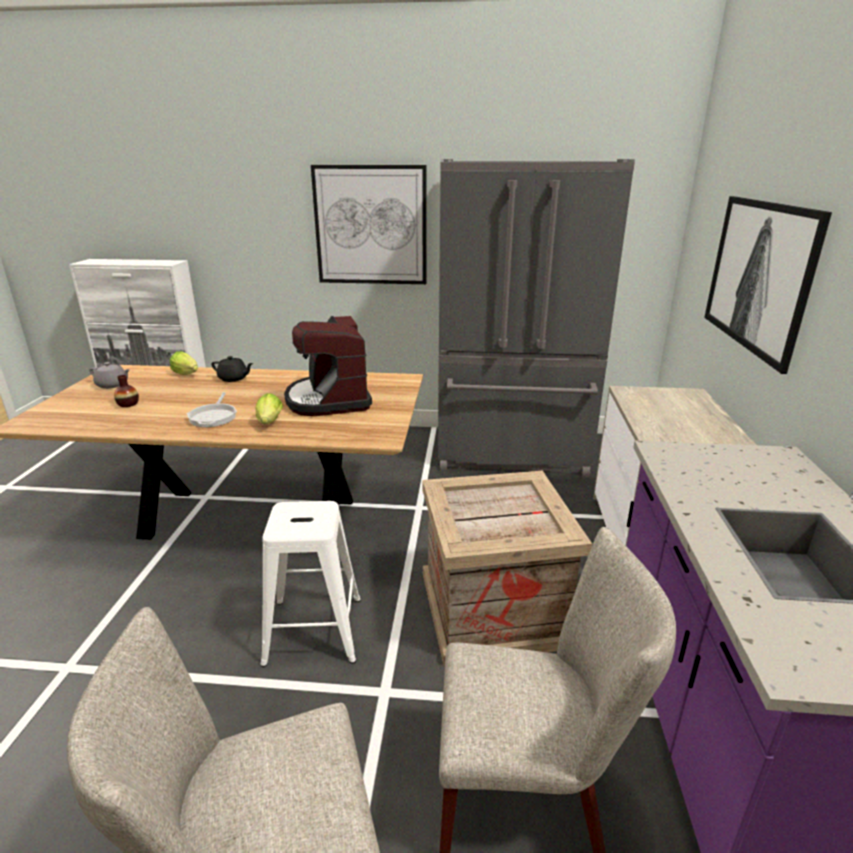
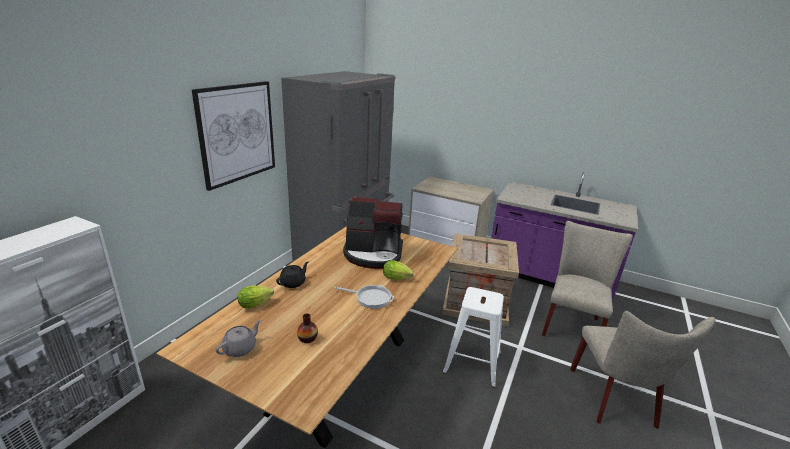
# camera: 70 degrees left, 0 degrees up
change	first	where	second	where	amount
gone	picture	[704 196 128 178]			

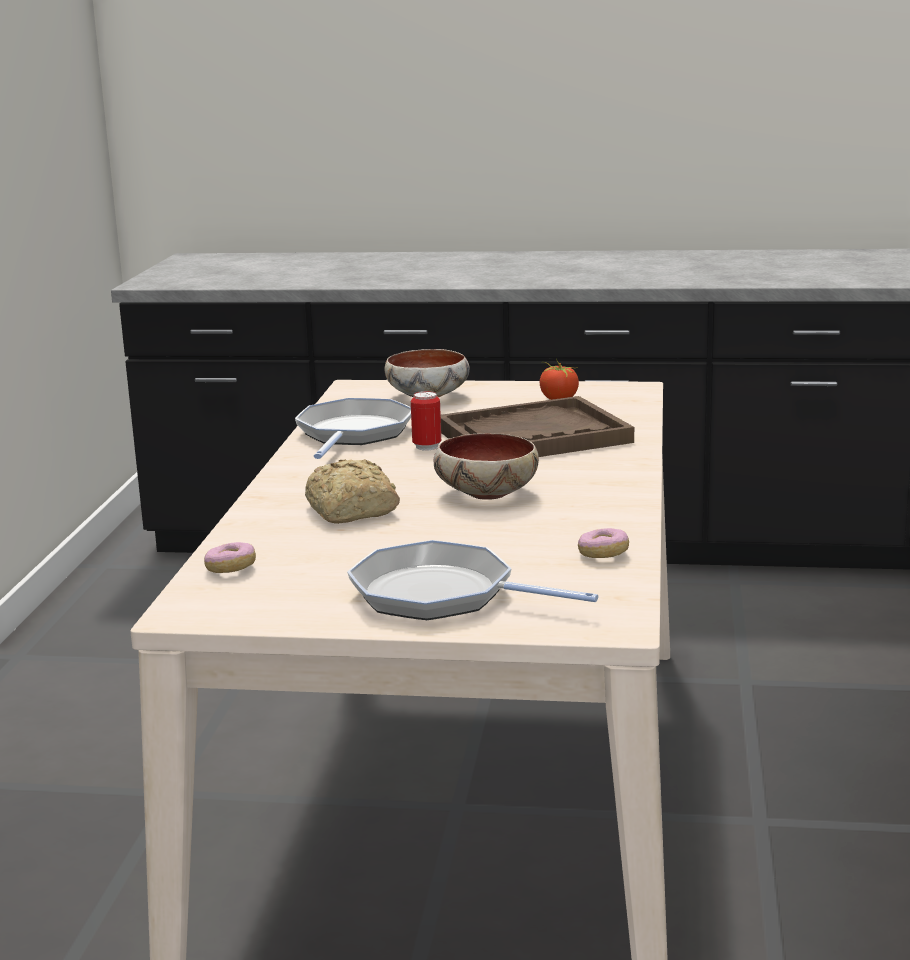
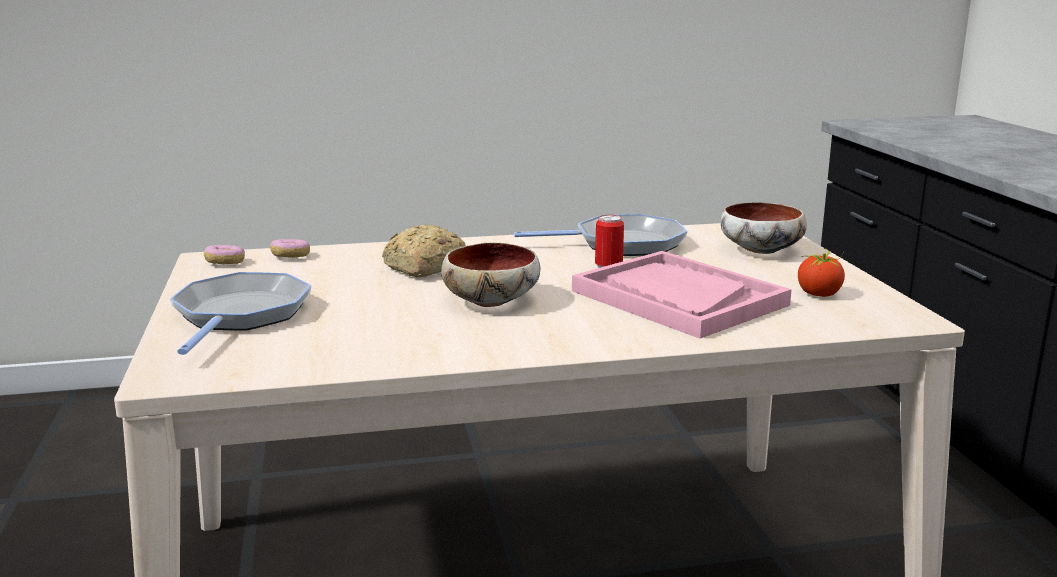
# camera: 70 degrees right, 0 degrees up
change	first	where	second	where	amount
shifted	donut	[578 528 51 30]		[204 245 41 20]	
repainted	tray (brown)	[441 396 193 61]	tray (pink)	[572 251 220 88]	

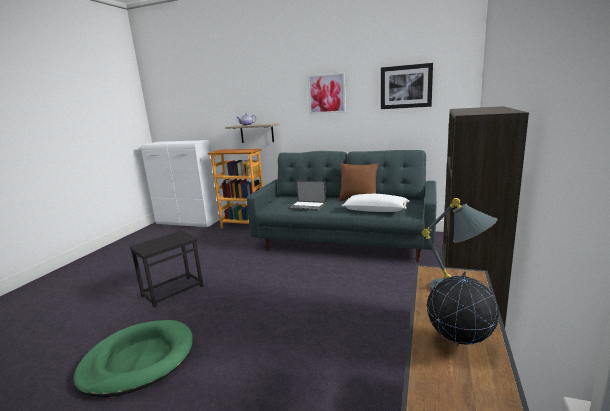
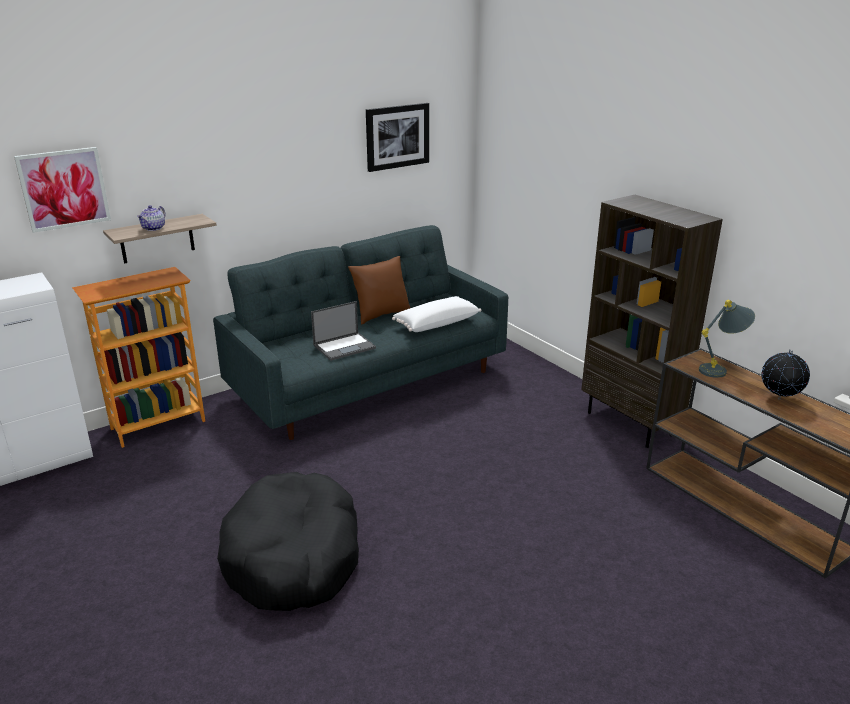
# camera: 55 degrees left, 10 degrees up
change	first	where	second	where	amount
shifted	picture	[307 72 39 42]		[14 147 97 86]	
swapped	side table (black)	[130 231 74 77]	dog bed (black)	[217 472 142 139]	
gone	dog bed (green)	[73 320 120 77]			

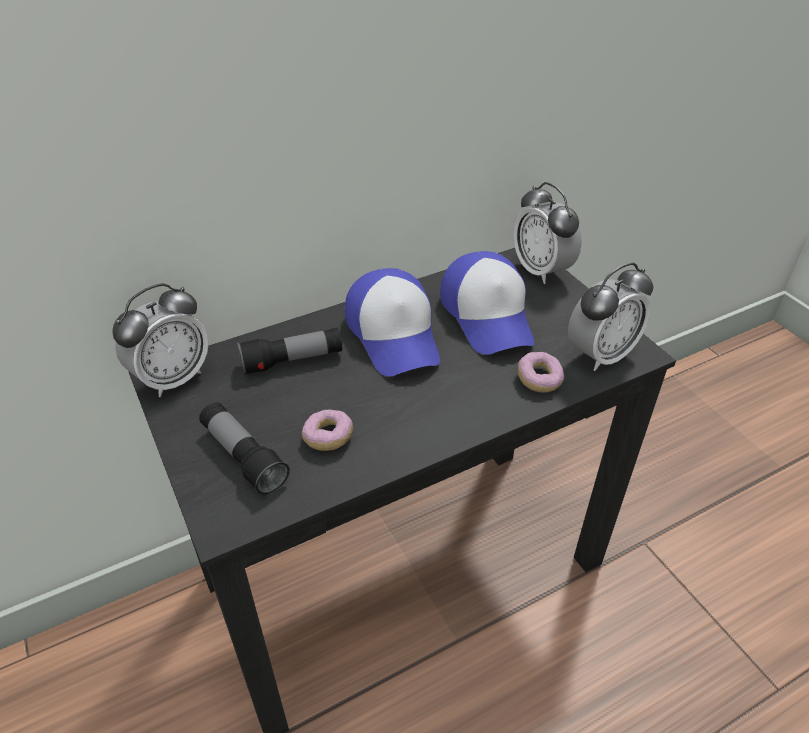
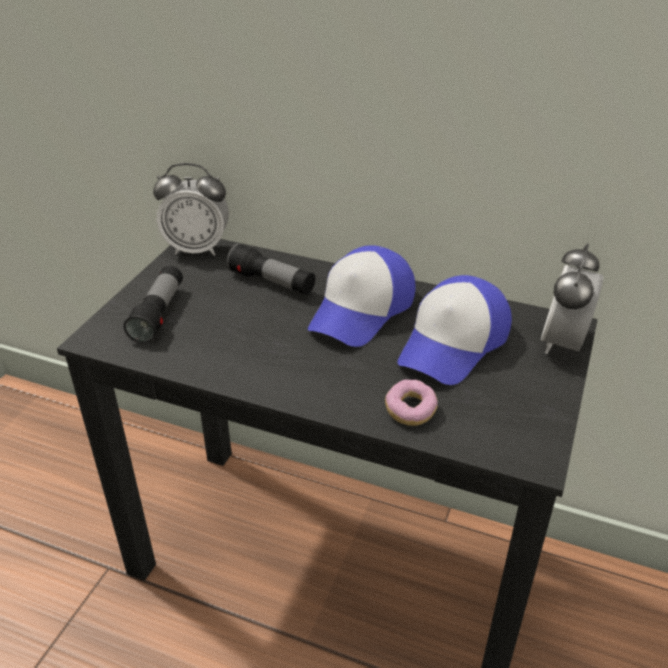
# camera: 50 degrees right, 5 degrees down
change	first	where	second	where	amount
gone	donut	[302 409 51 42]			
gone	alarm clock	[568 263 86 108]			

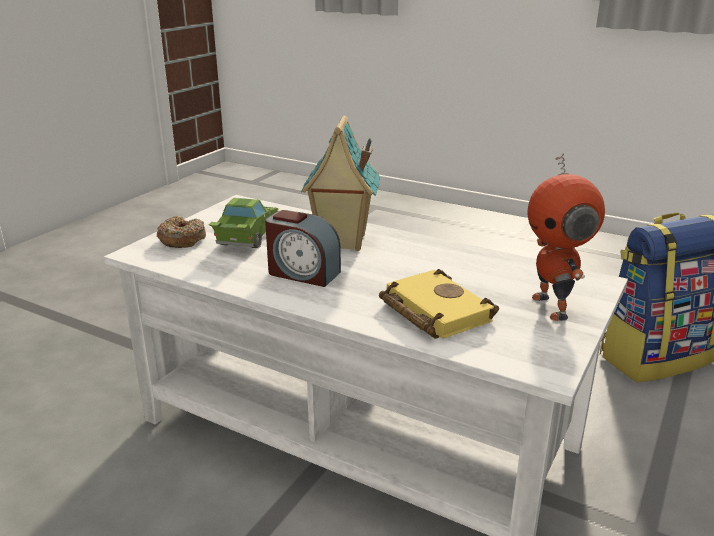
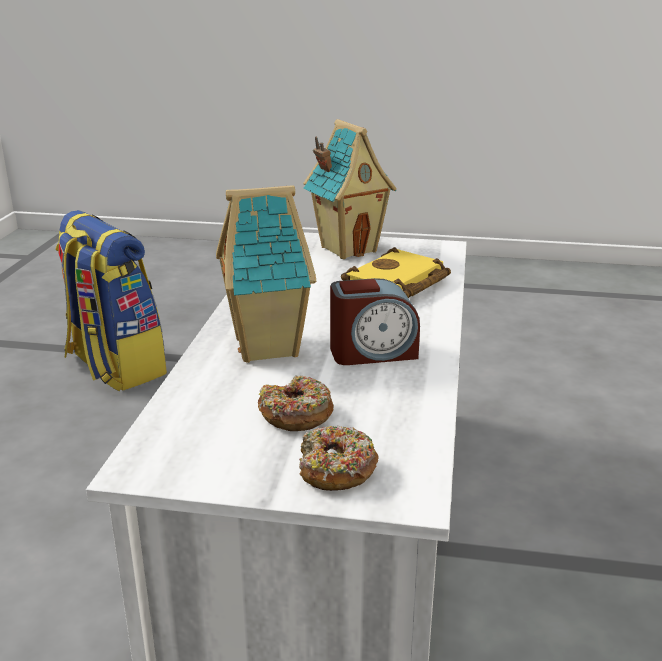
# camera: 110 degrees left, 0 degrees up
change	first	where	second	where	amount
swapped	toy car (green)	[209 198 70 50]	donut	[258 376 76 55]	
swapped	toy robot	[528 153 77 168]	toy house	[303 119 94 140]	
rotated	alarm clock	[265 210 76 77]		[330 278 90 87]	75 degrees clockwise

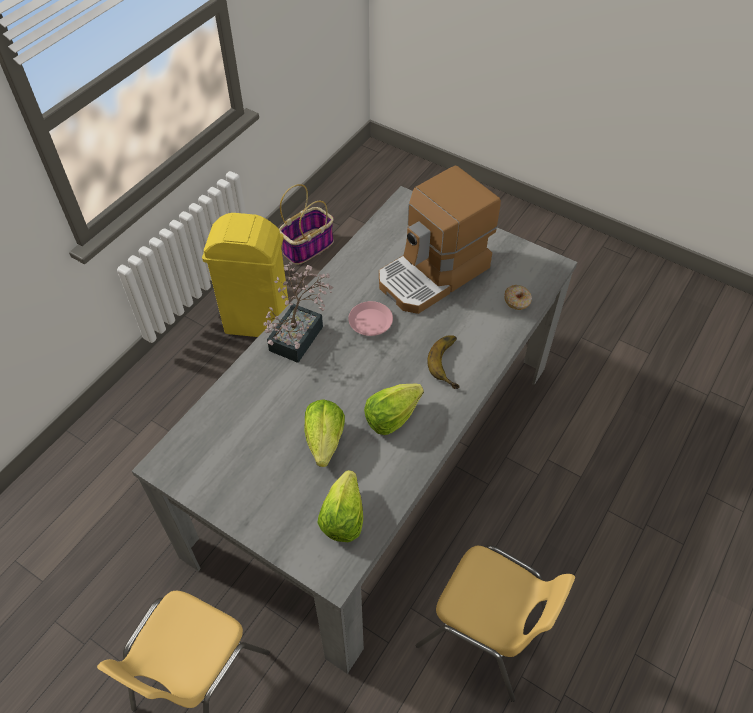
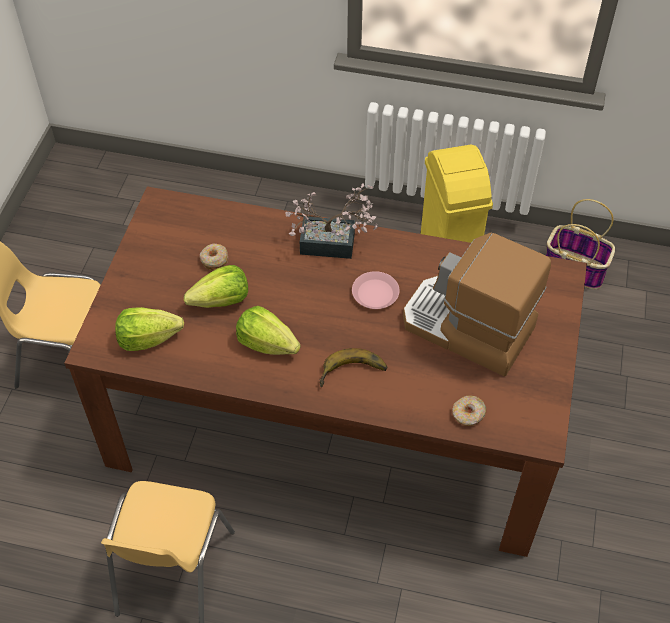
# camera: 70 degrees right, 0 degrees up
change	first	where	second	where	amount
repainted	dining table (grey)	[132 186 445 488]	dining table (brown)	[64 186 523 371]	
new			donut	[200 244 28 26]	

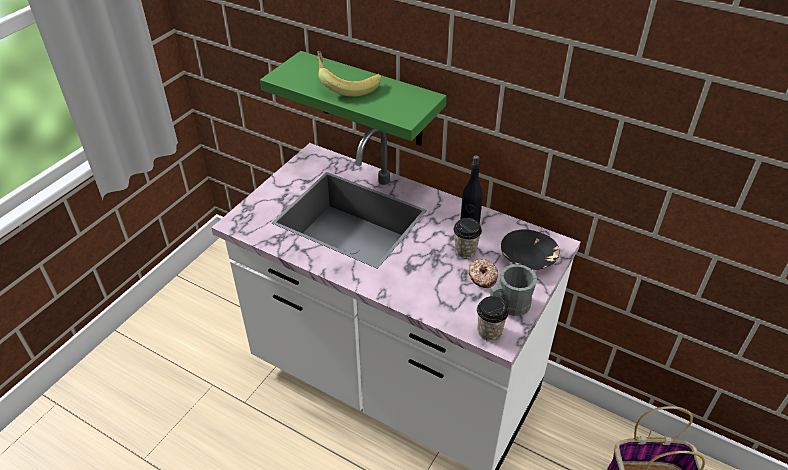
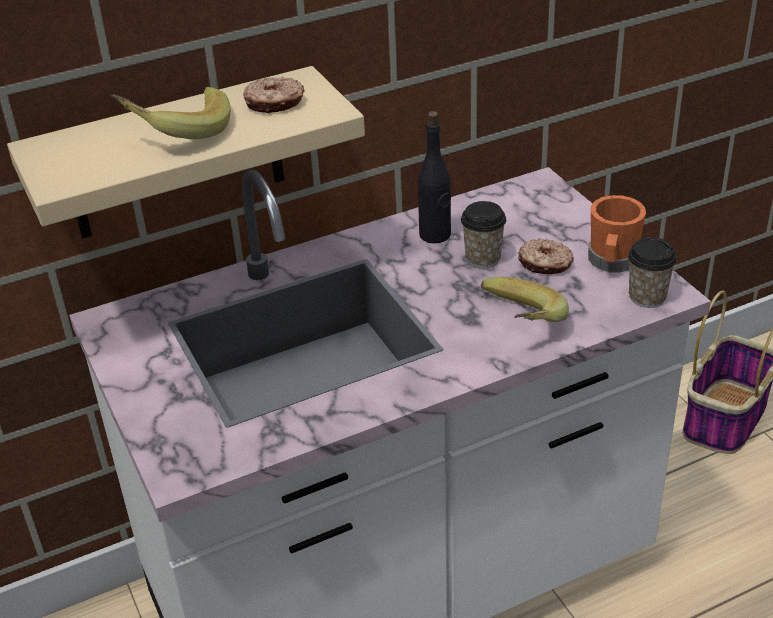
# camera: 55 degrees left, 5 degrees down
change	first	where	second	where	amount
repainted	shelf (green)	[260 51 187 95]	shelf (beige)	[7 66 358 173]	
new			donut	[243 77 62 36]	
new			banana	[481 277 88 45]	
repainted	mug (grey)	[490 264 47 52]	mug (orange)	[588 195 58 78]	
gone	bowl (black)	[501 229 58 41]			

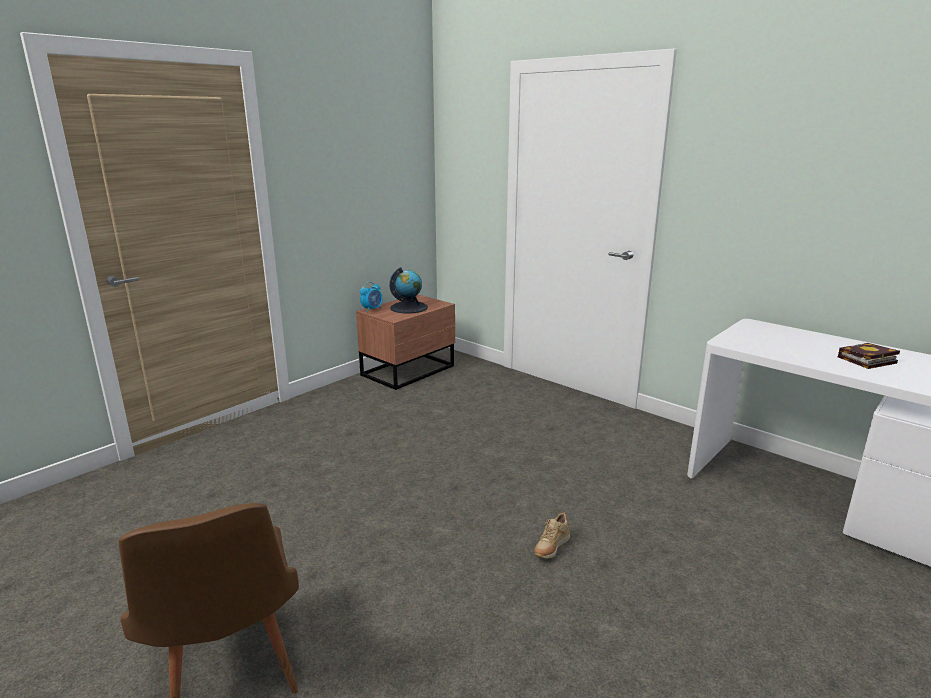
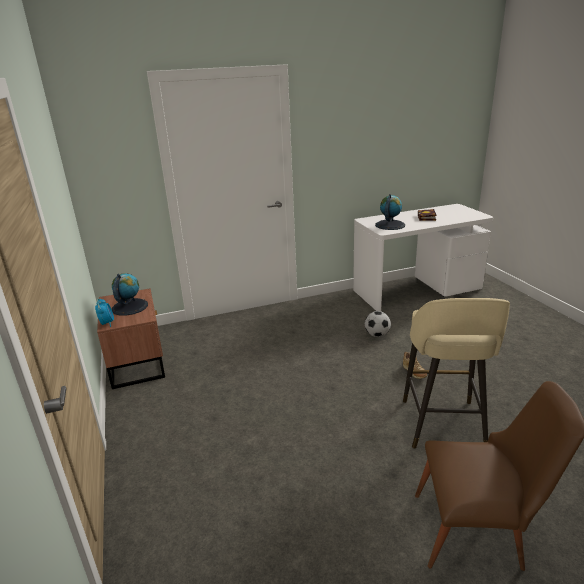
# camera: 60 degrees left, 5 degrees up
change	first	where	second	where	amount
new			football	[365 311 26 26]	
new			globe	[375 194 30 36]	
new			stool (beige)	[403 298 107 150]	

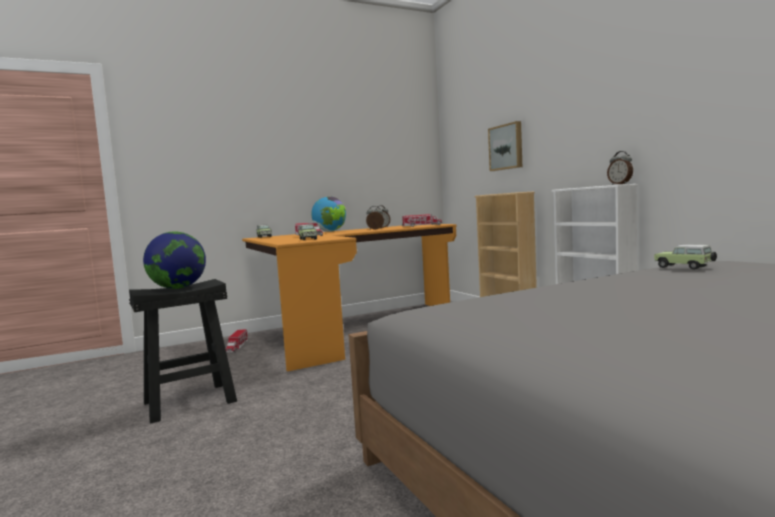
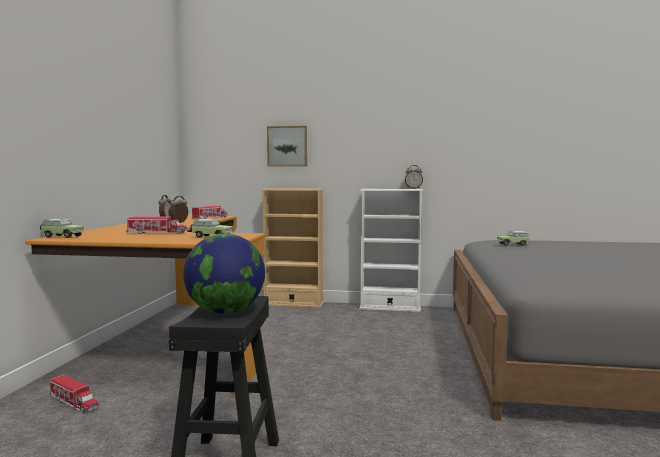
# camera: 55 degrees left, 0 degrees up
change	first	where	second	where	amount
gone	globe	[311 197 35 35]			

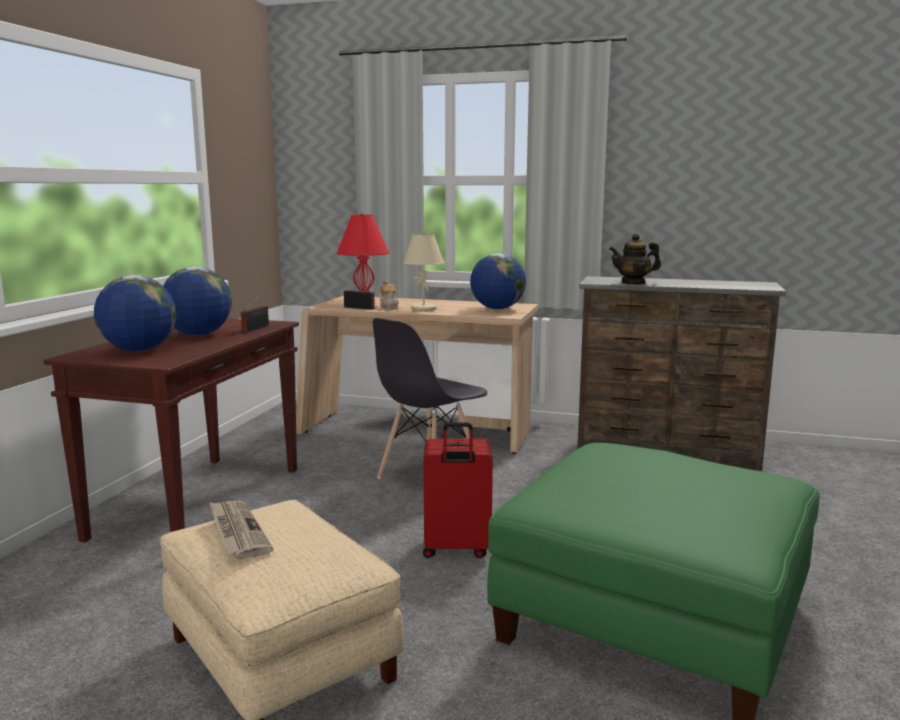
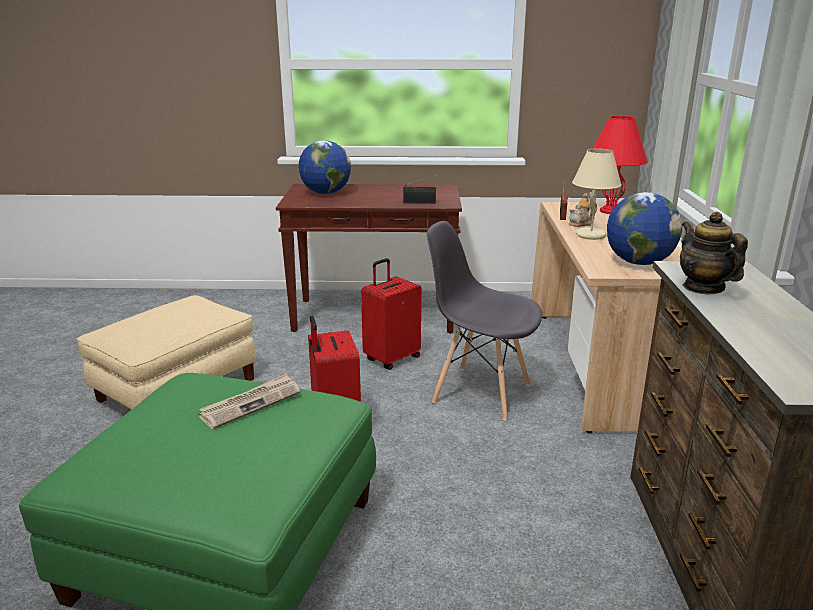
# camera: 75 degrees right, 10 degrees up
change	first	where	second	where	amount
shifted	newspaper	[209 500 64 59]		[199 374 101 55]	
new			suitcase (red)	[361 258 60 112]	
gone	globe	[163 267 69 69]			

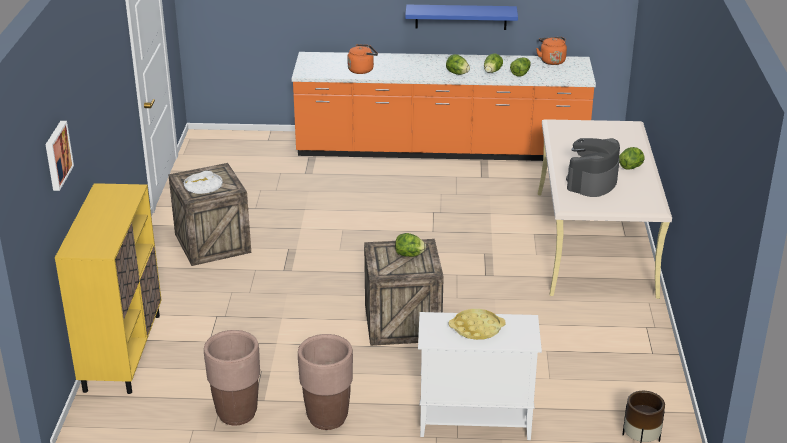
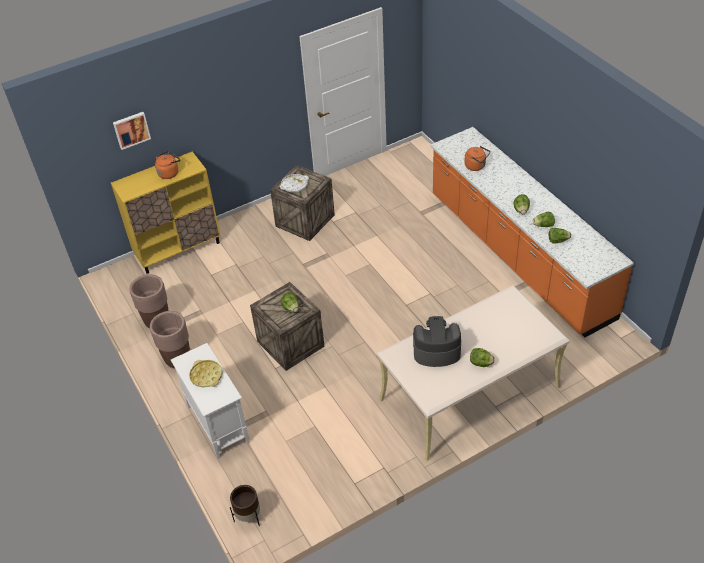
# camera: 60 degrees right, 15 degrees up
change	first	where	second	where	amount
shifted	kettle (orange)	[536 37 31 28]		[155 151 25 28]	
gone	shelf (blue)	[405 5 113 25]			

